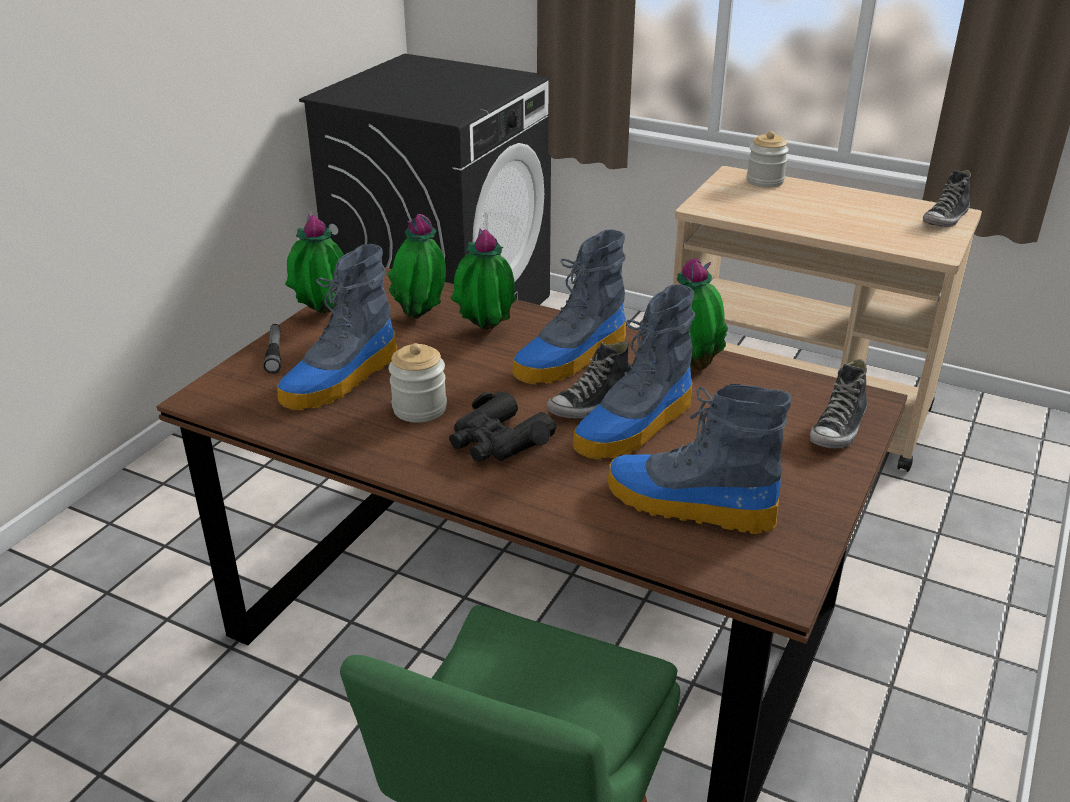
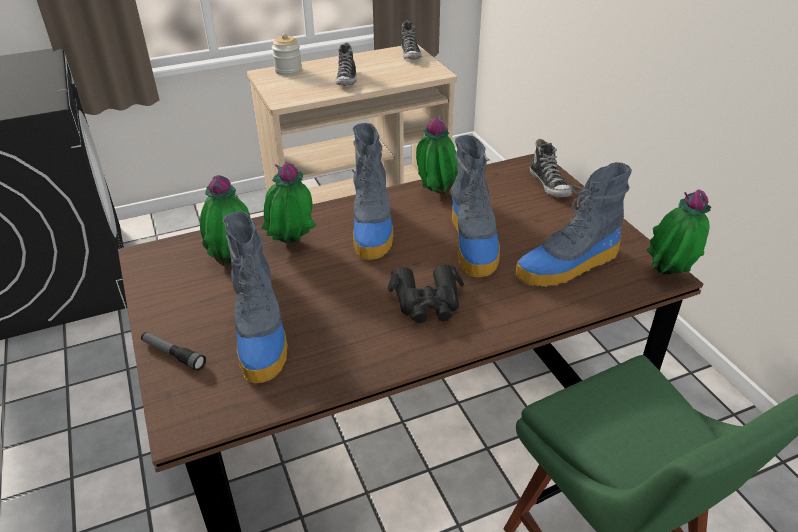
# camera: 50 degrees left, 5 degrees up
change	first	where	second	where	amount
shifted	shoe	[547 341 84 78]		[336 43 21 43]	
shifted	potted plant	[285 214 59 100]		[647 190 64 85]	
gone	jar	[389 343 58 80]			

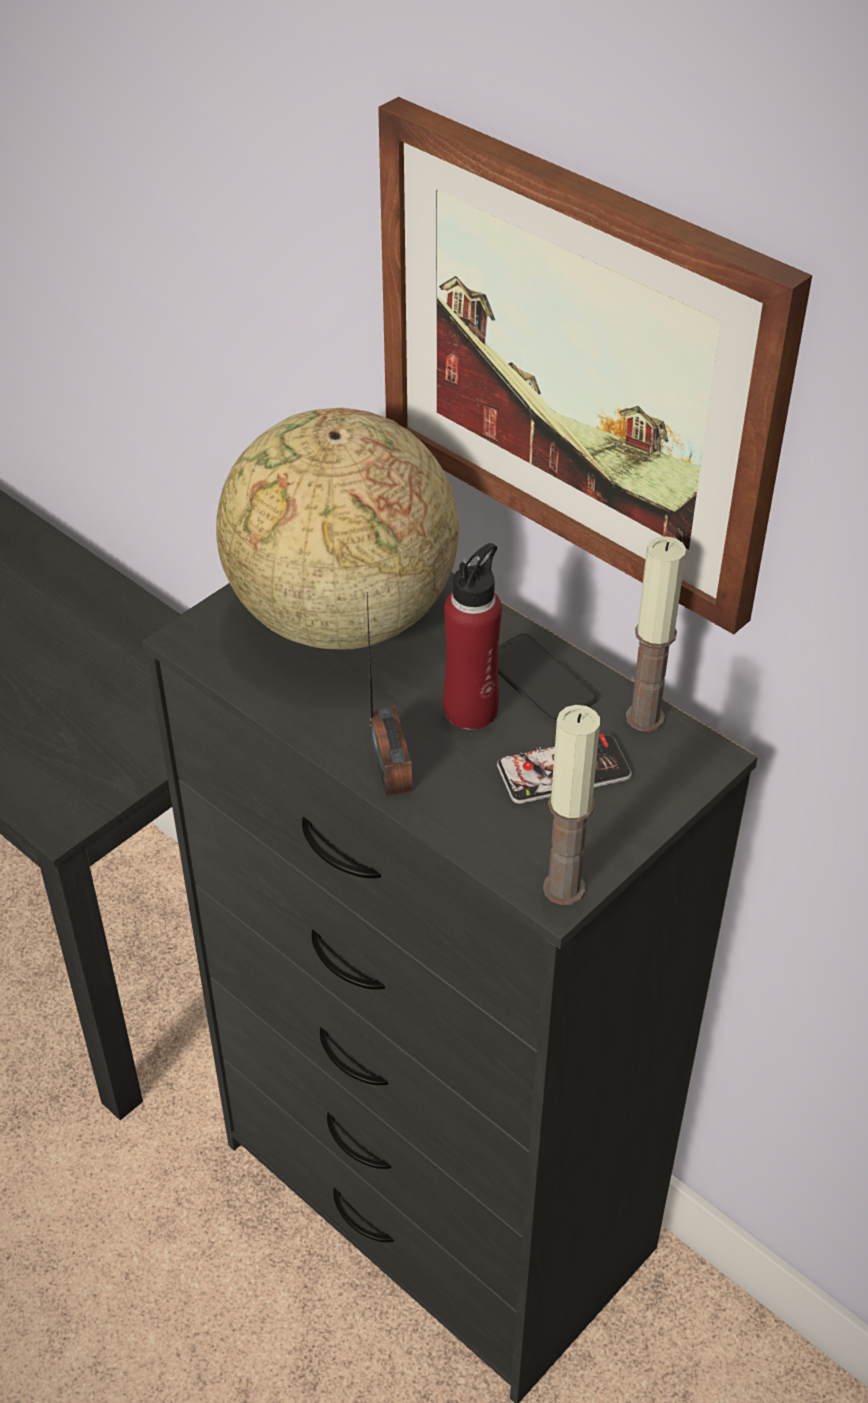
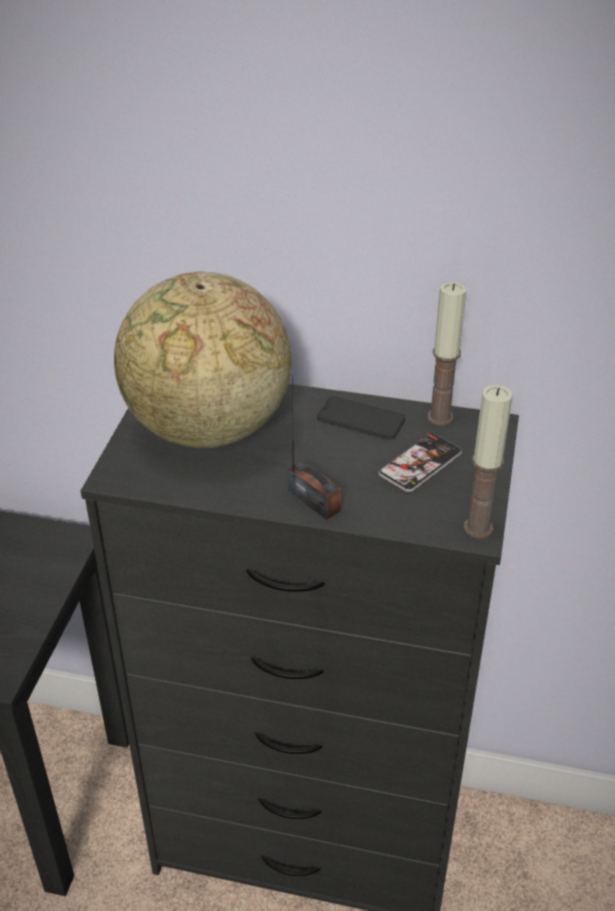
# camera: 30 degrees left, 5 degrees down
change	first	where	second	where	amount
gone	picture	[378 97 434 537]			
gone	bottle (red)	[443 543 59 187]			

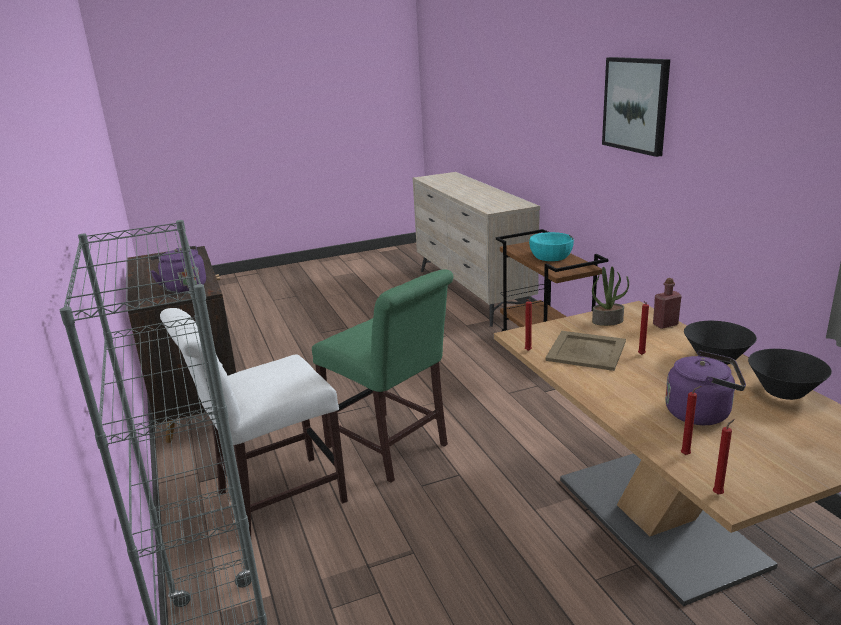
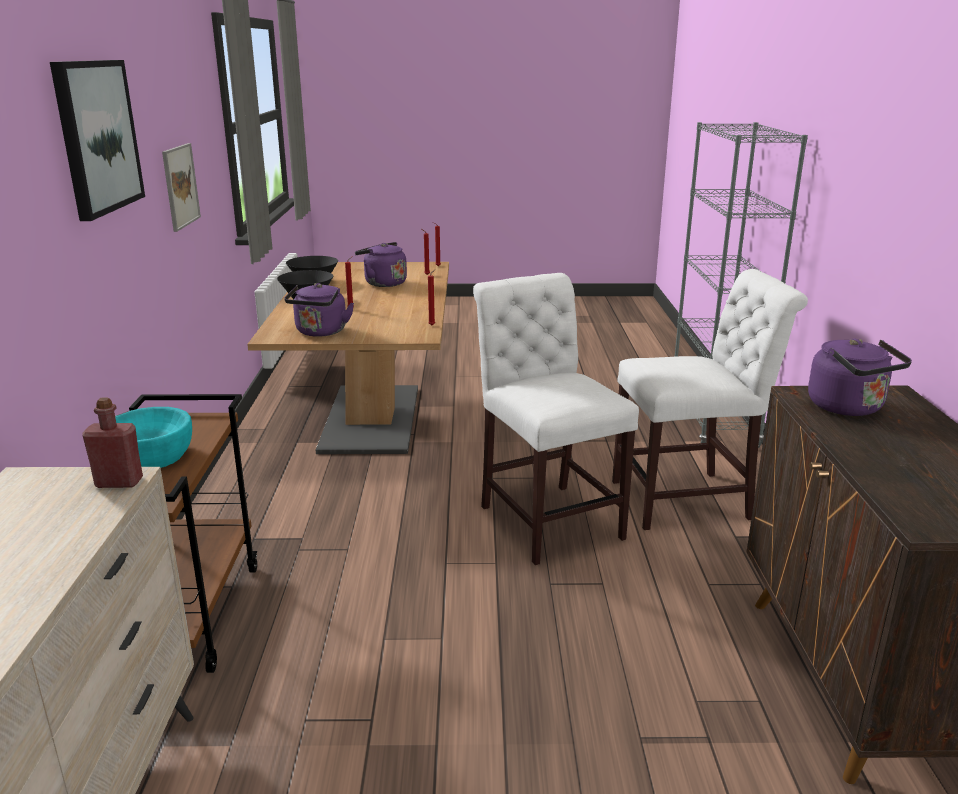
# camera: 160 degrees left, 0 degrees up
change	first	where	second	where	amount
shifted	bottle (red)	[653 278 29 51]		[82 397 61 91]	
new			picture	[162 143 39 89]	
swapped	potted plant	[592 267 37 59]	kettle (purple)	[284 283 70 54]	
repainted	chair (green)	[312 269 141 214]	chair (white)	[473 273 166 292]	
gone	tray (beige)	[545 331 81 40]			

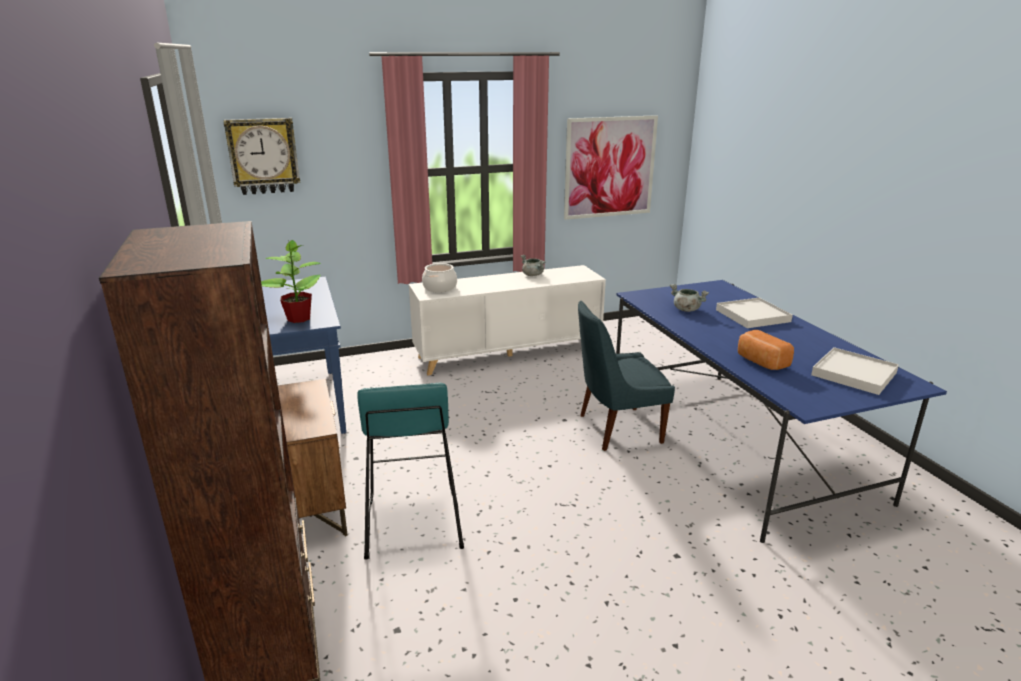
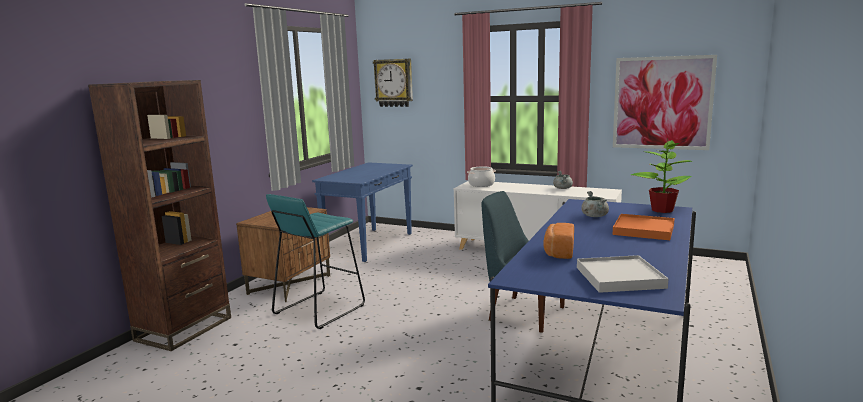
# camera: 45 degrees right, 10 degrees down
change	first	where	second	where	amount
repainted	tray (white)	[716 298 77 30]	tray (orange)	[613 214 62 26]	
shifted	potted plant	[261 240 60 83]		[631 137 62 76]	

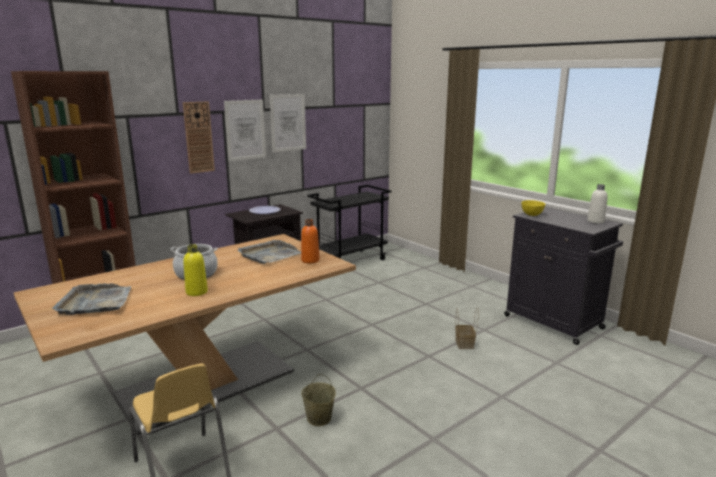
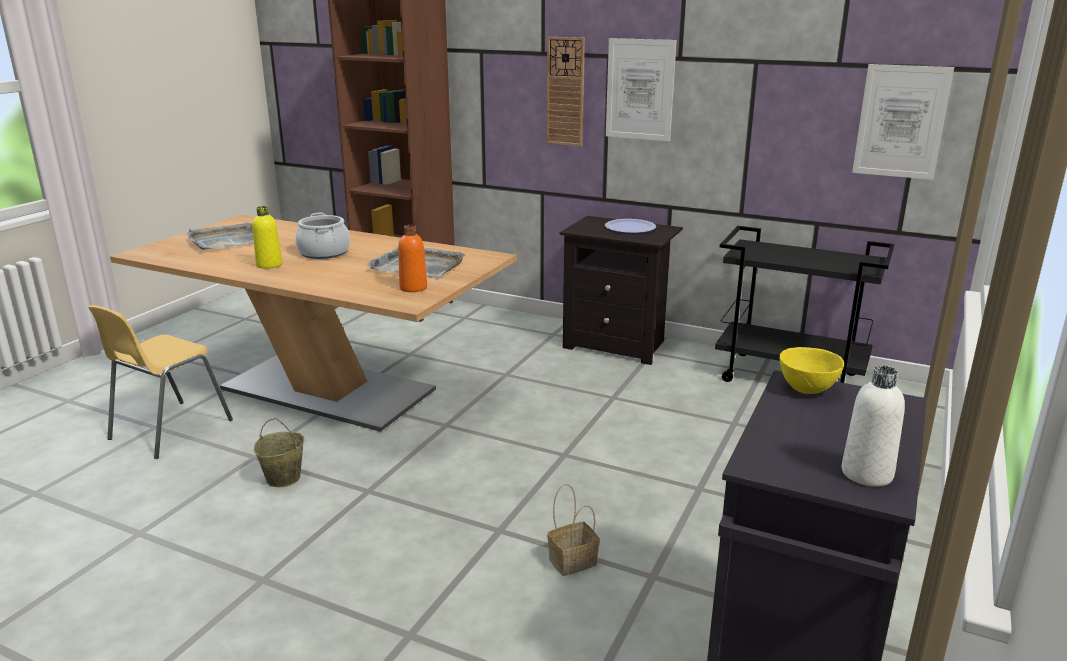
# camera: 65 degrees right, 5 degrees up
change	first	where	second	where	amount
shifted	picture	[270 94 36 58]		[852 64 102 116]	

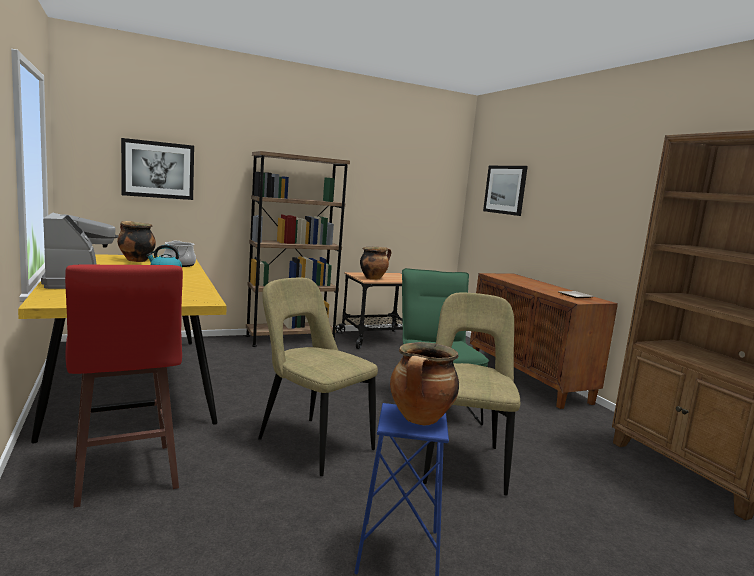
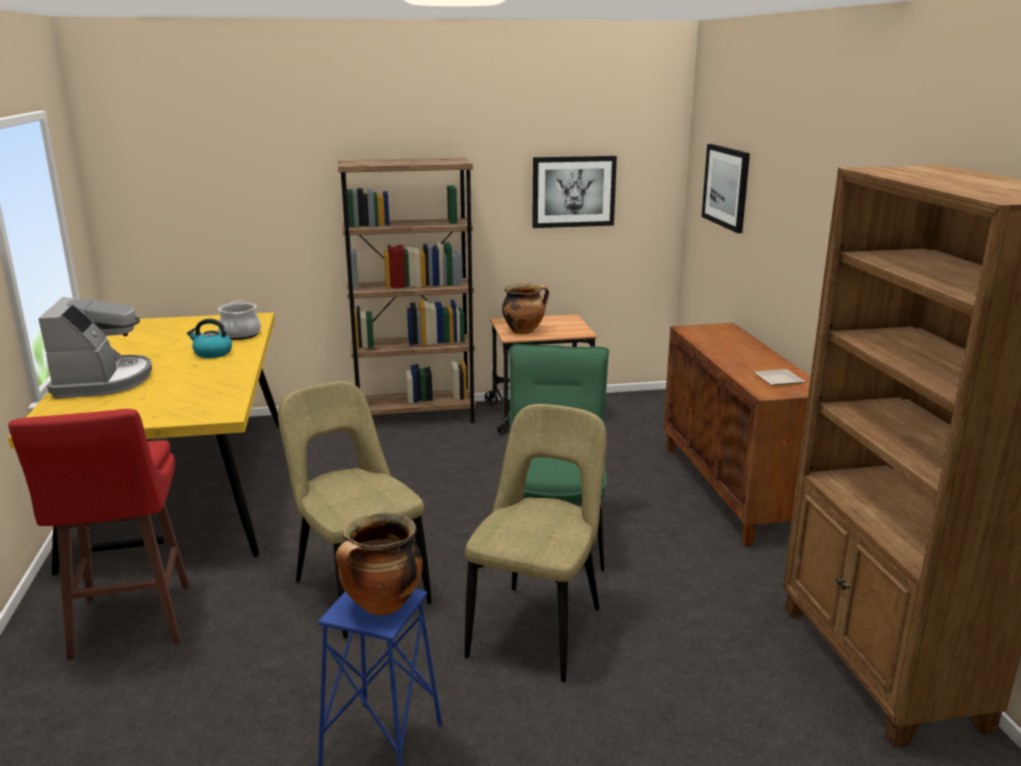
# camera: 15 degrees right, 10 degrees up
change	first	where	second	where	amount
shifted	picture	[121 138 73 62]		[532 156 85 72]	
gone	cooking pot	[117 221 39 41]			

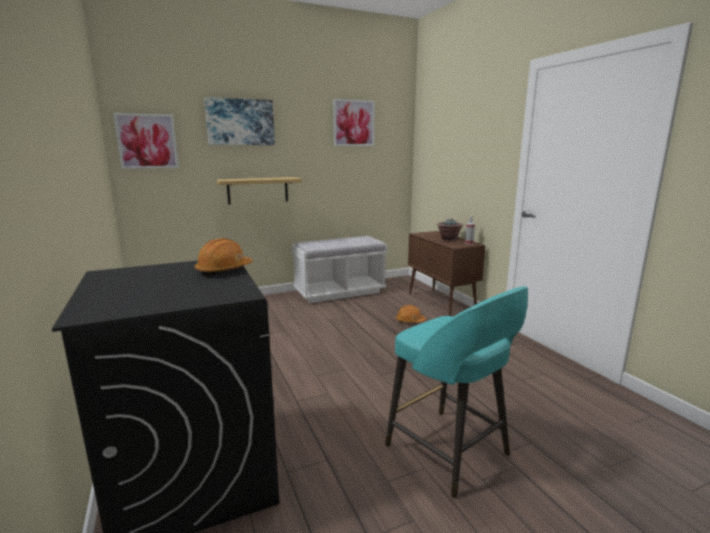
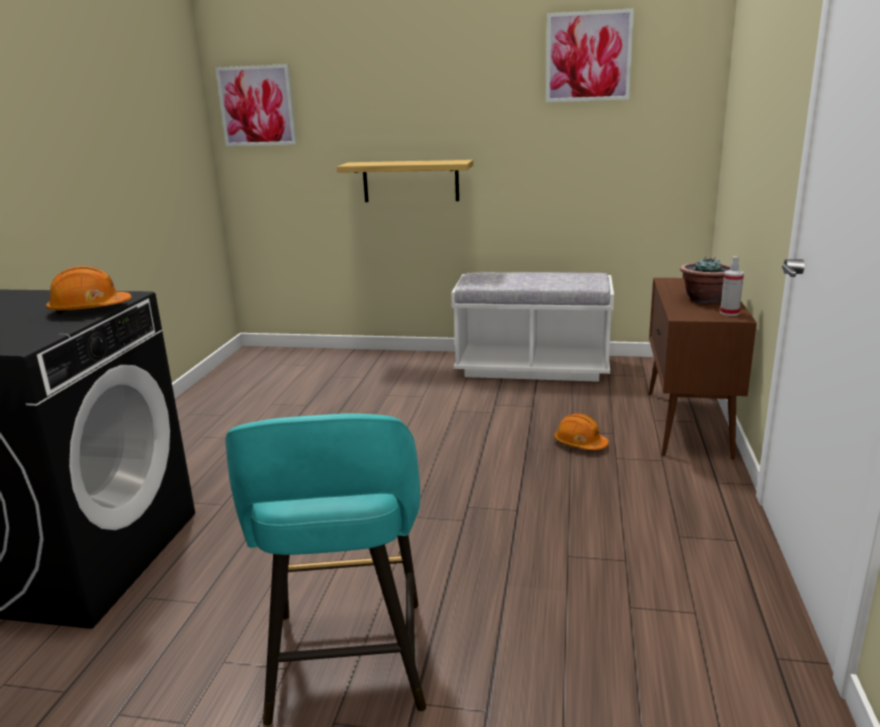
# camera: 35 degrees right, 5 degrees up
change	first	where	second	where	amount
gone	picture	[204 97 71 48]			

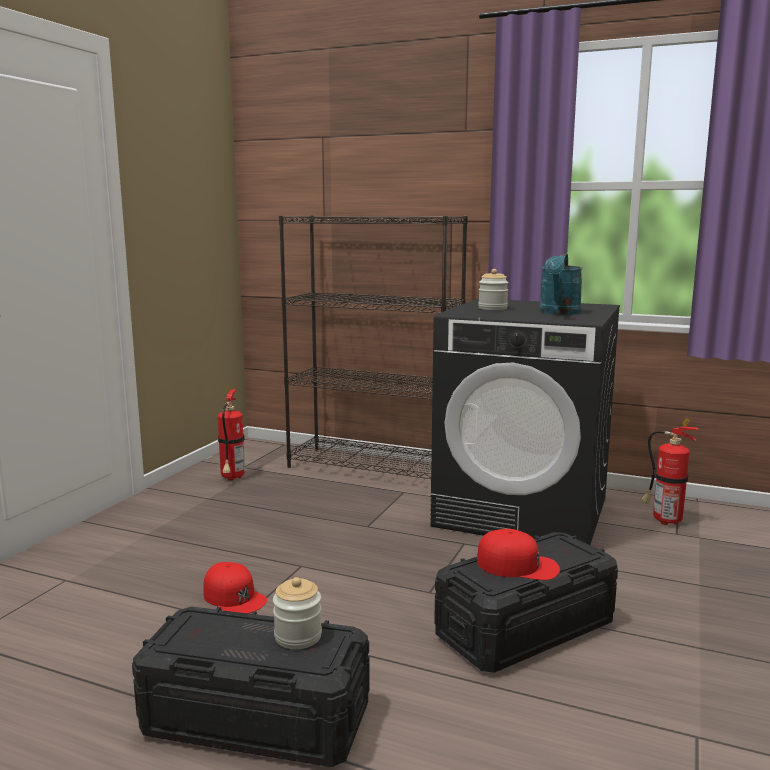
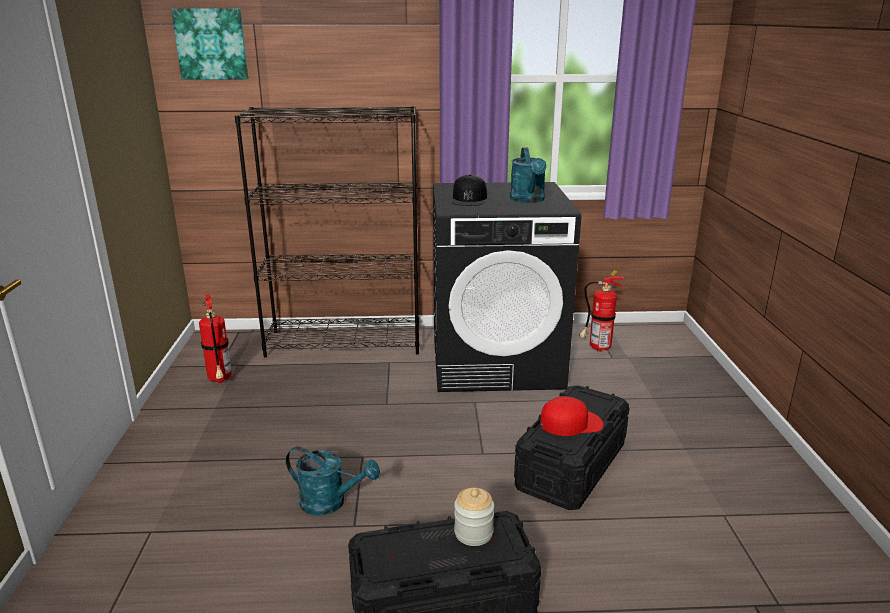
# camera: 25 degrees left, 10 degrees up
change	first	where	second	where	amount
new			picture	[171 9 77 71]	
swapped	cap (red)	[203 562 64 52]	watering can (turquoise)	[286 446 94 70]	
swapped	jar	[478 269 31 41]	cap (black)	[452 175 35 31]	

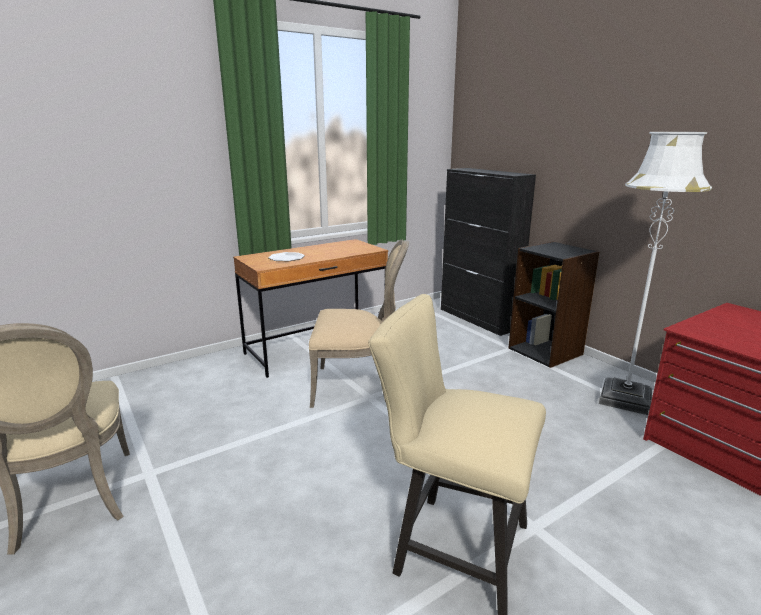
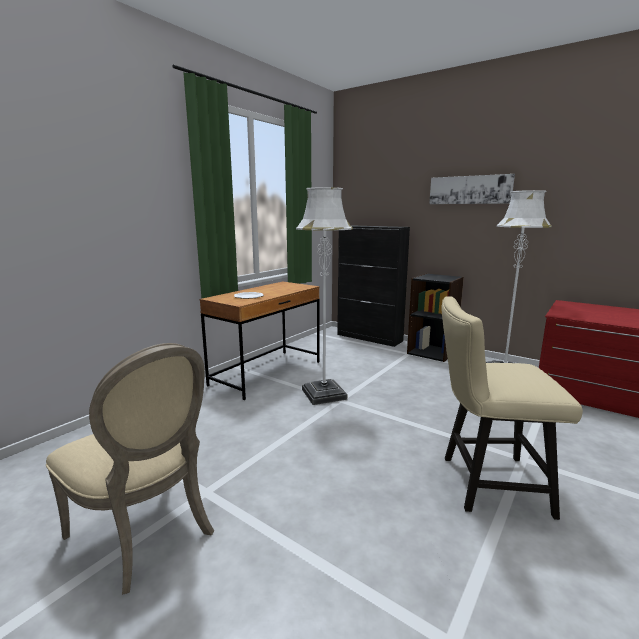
# camera: 20 degrees left, 5 degrees down
change	first	where	second	where	amount
swapped	chair (beige)	[309 240 100 168]	floor lamp (white)	[296 187 57 218]	
new			picture	[429 174 86 30]	

